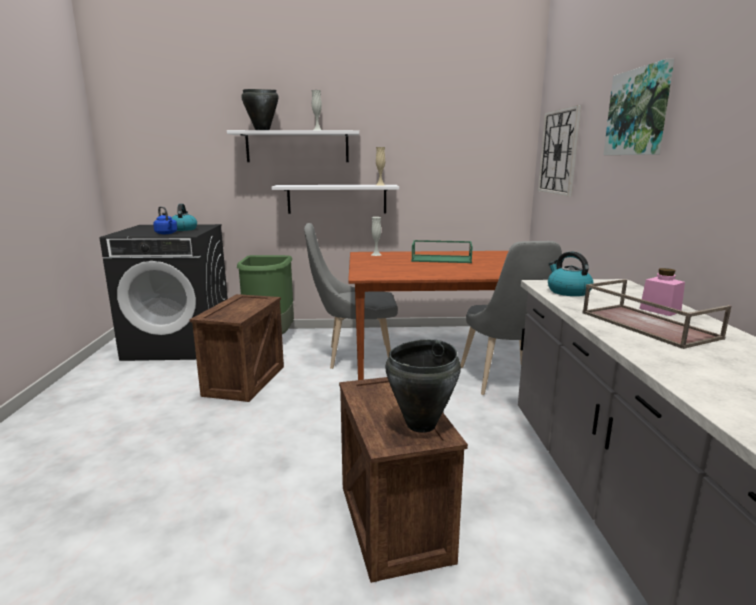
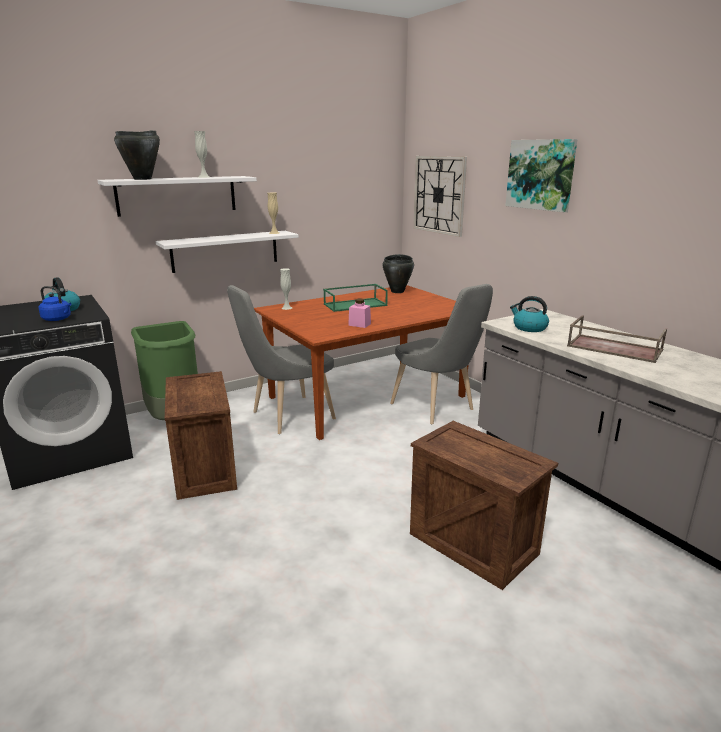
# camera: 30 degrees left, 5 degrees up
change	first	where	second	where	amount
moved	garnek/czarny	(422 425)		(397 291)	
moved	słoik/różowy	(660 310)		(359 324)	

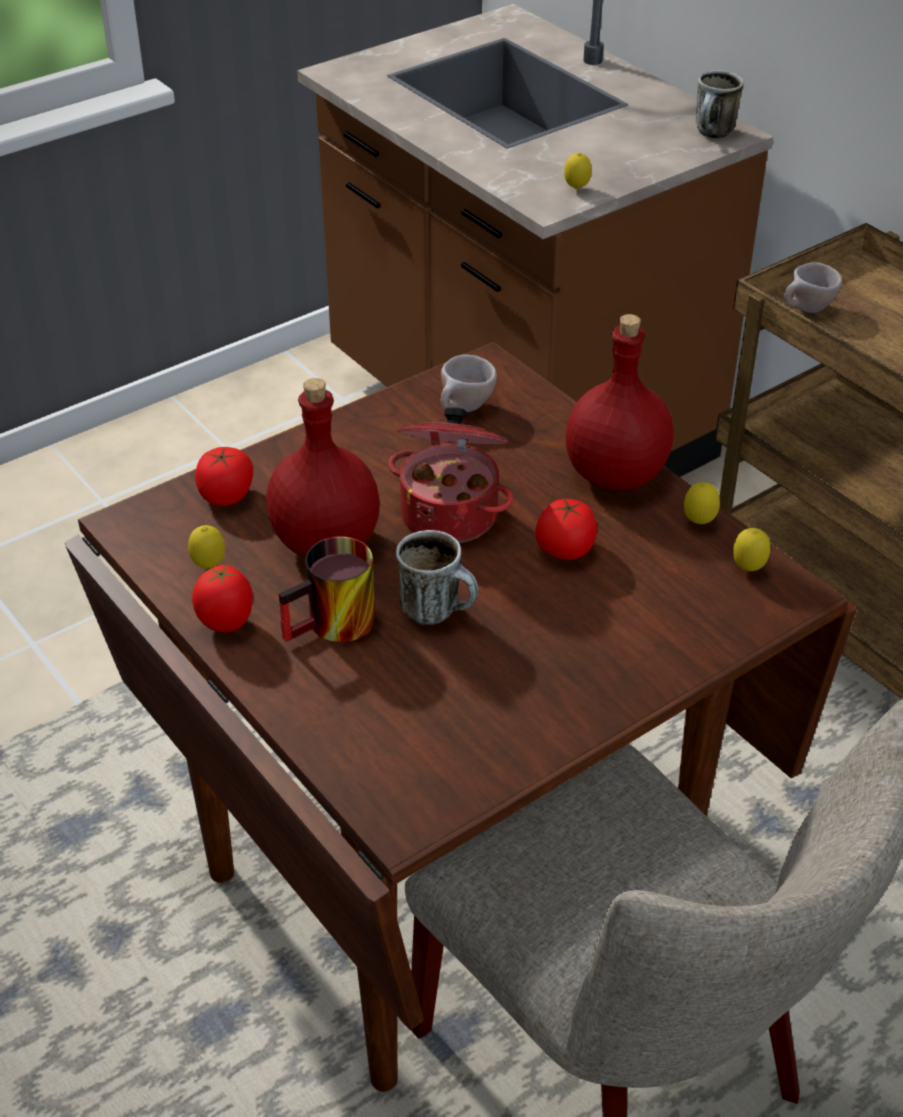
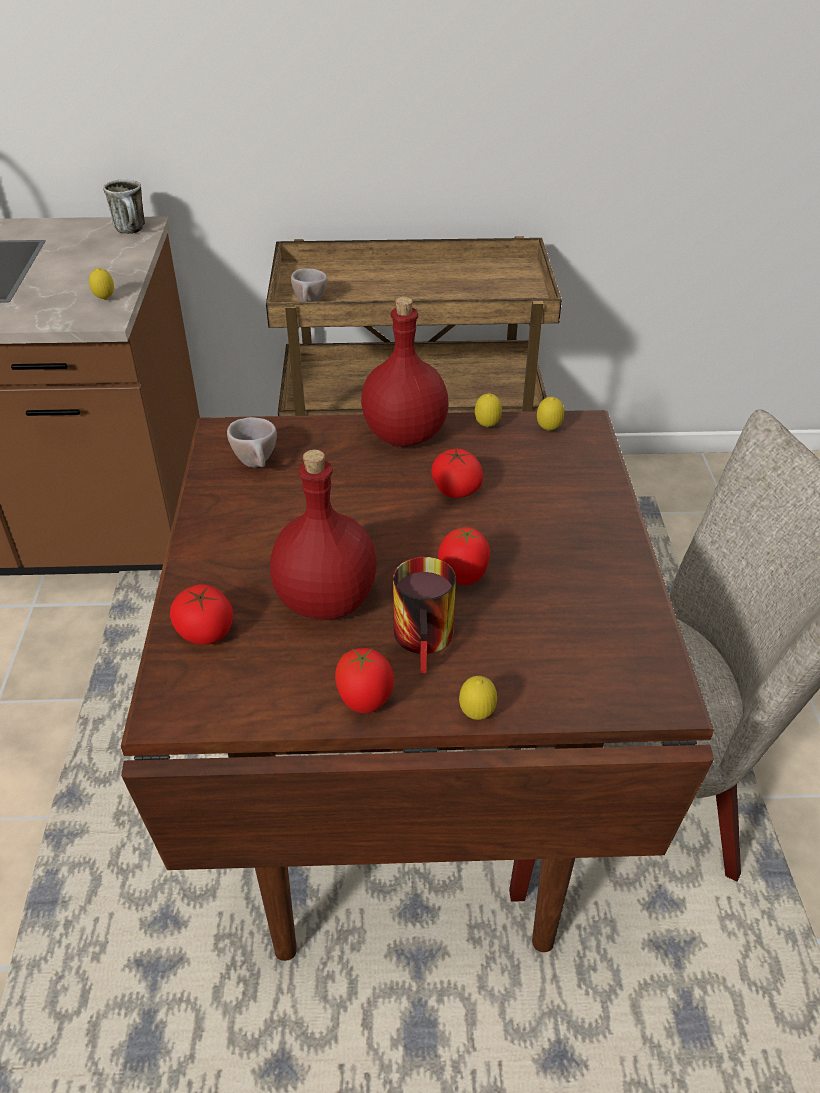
# camera: 55 degrees left, 0 degrees up
change	first	where	second	where	amount
moved	cytryna	(209 567)		(476 715)	
removed	garnek	(451 514)			
replaced	kubek	(439 612)	pomidor	(463 578)	

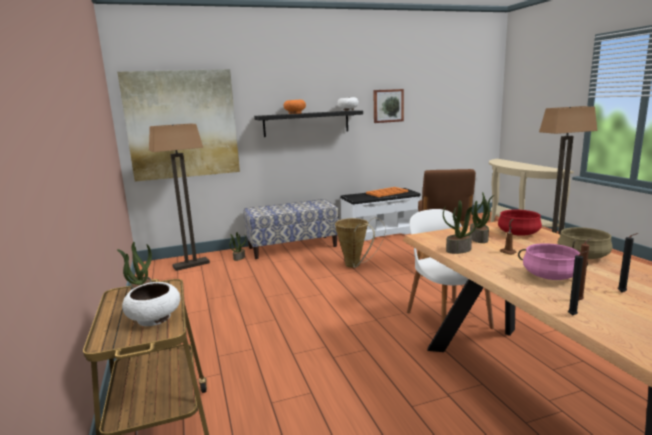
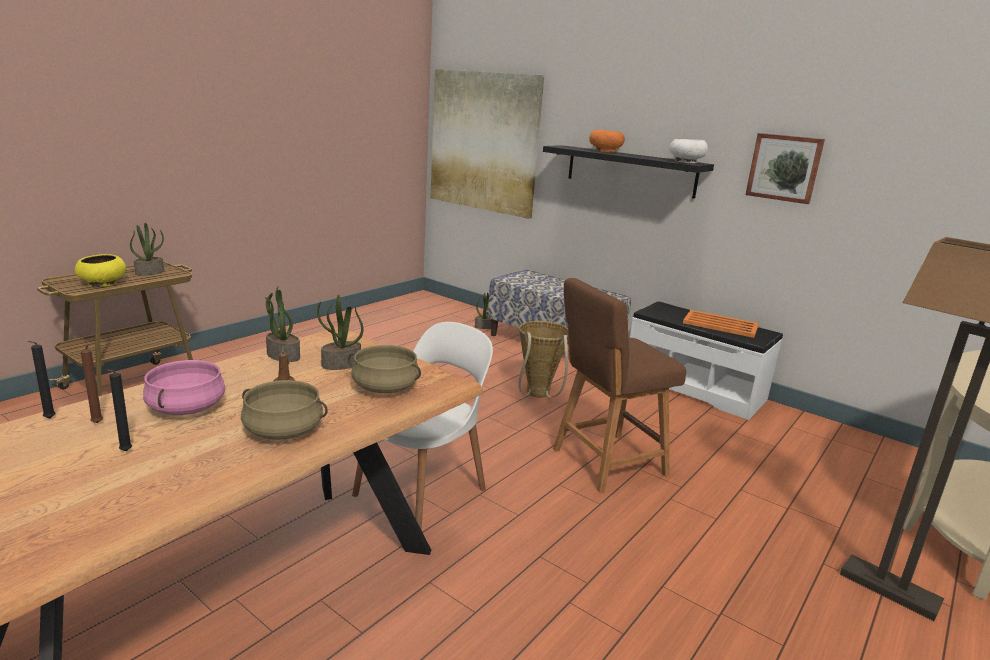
# camera: 55 degrees right, 5 degrees up
change	first	where	second	where	amount
recoloured	miska/biały	(155 319)	miska/żółty	(102 283)	
removed	lampa stojąca	(191 265)			
recoloured	garnek/czerwony	(518 234)	garnek/beżowy	(384 388)	

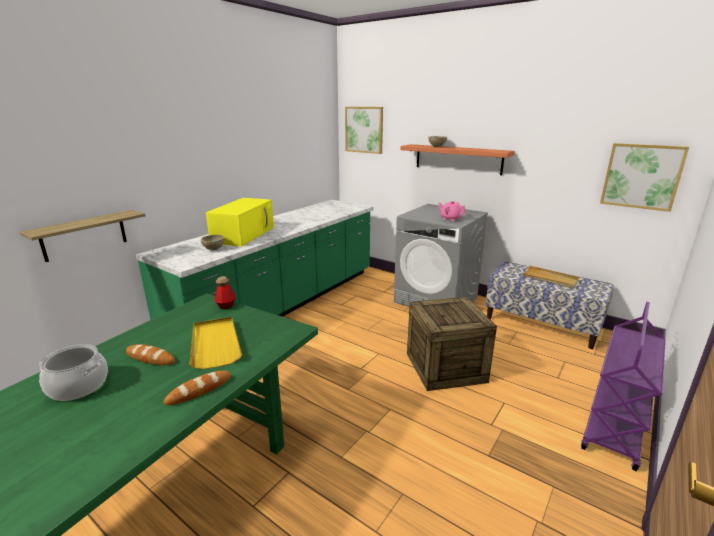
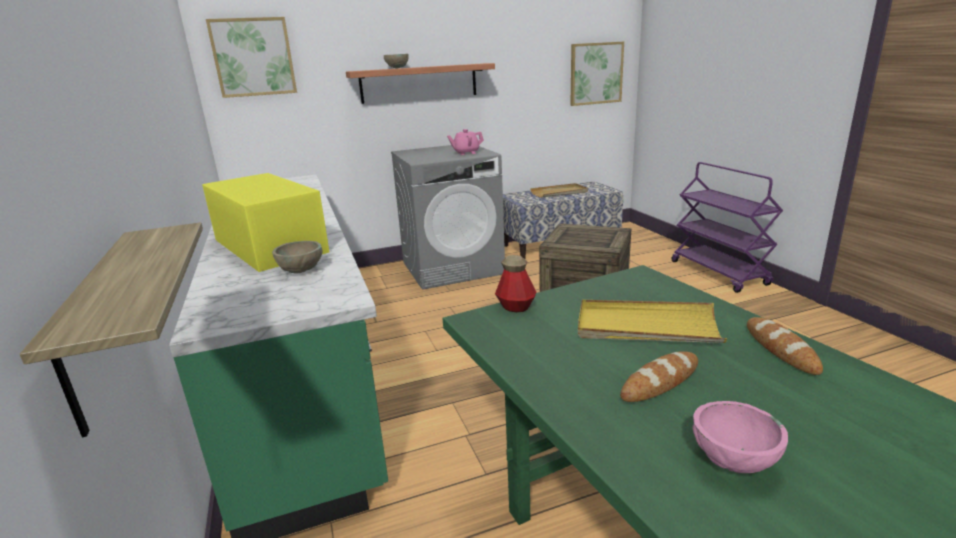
# camera: 55 degrees left, 0 degrees up
change	first	where	second	where	amount
replaced	garnek	(78 386)	miska/różowy	(734 462)	

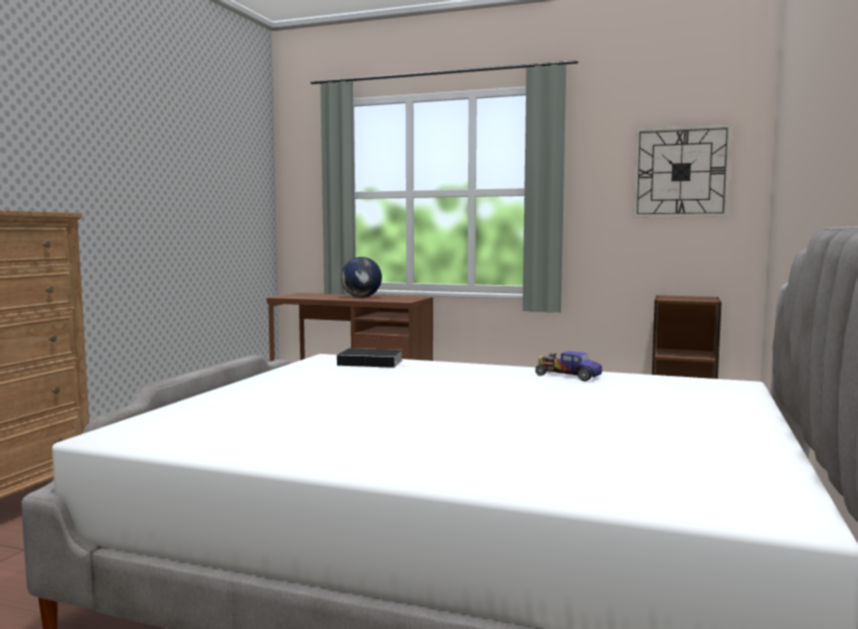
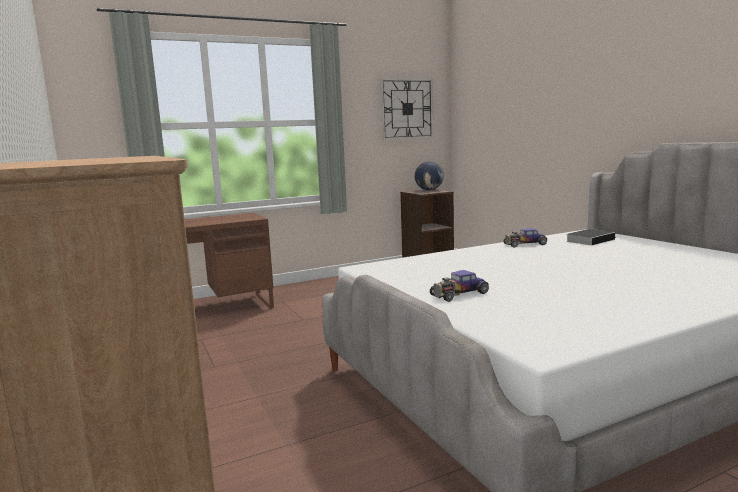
# camera: 45 degrees left, 5 degrees up
change	first	where	second	where	amount
moved	książka	(373 362)		(590 240)	
moved	globus	(361 297)		(429 190)	
added			samochodzik	(458 294)	

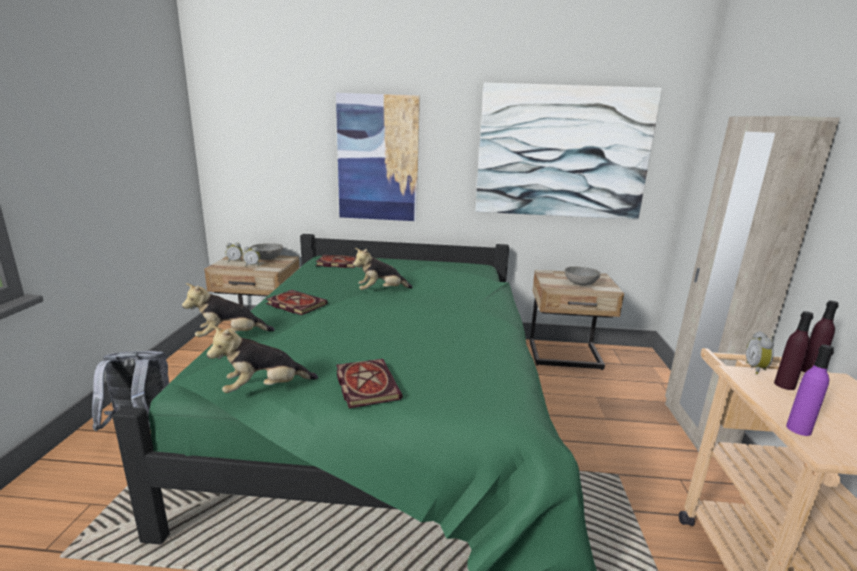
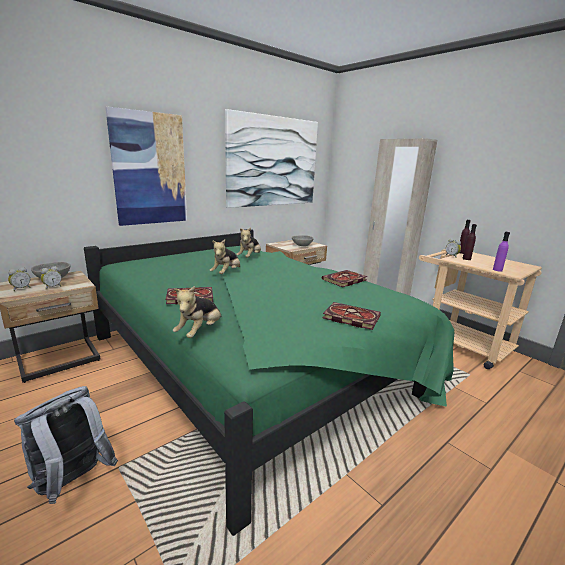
# camera: 45 degrees left, 0 degrees up
change	first	where	second	where	amount
moved	pluszak	(264 389)		(249 257)	
moved	książka	(337 263)		(344 280)	

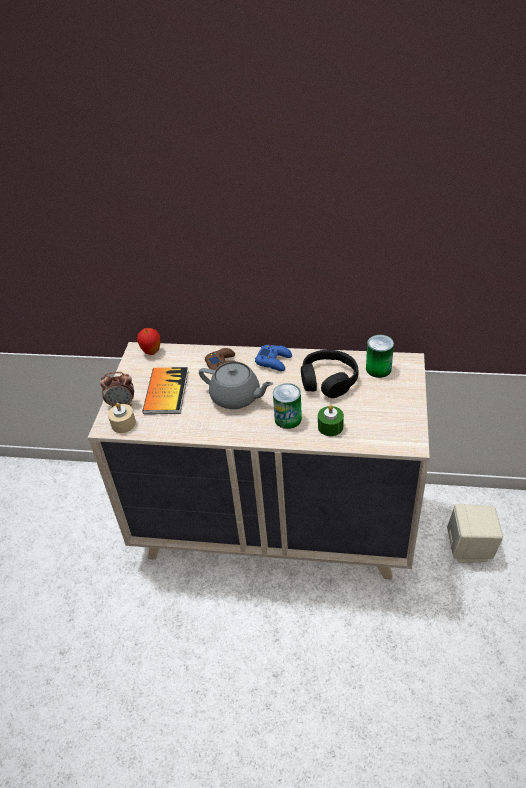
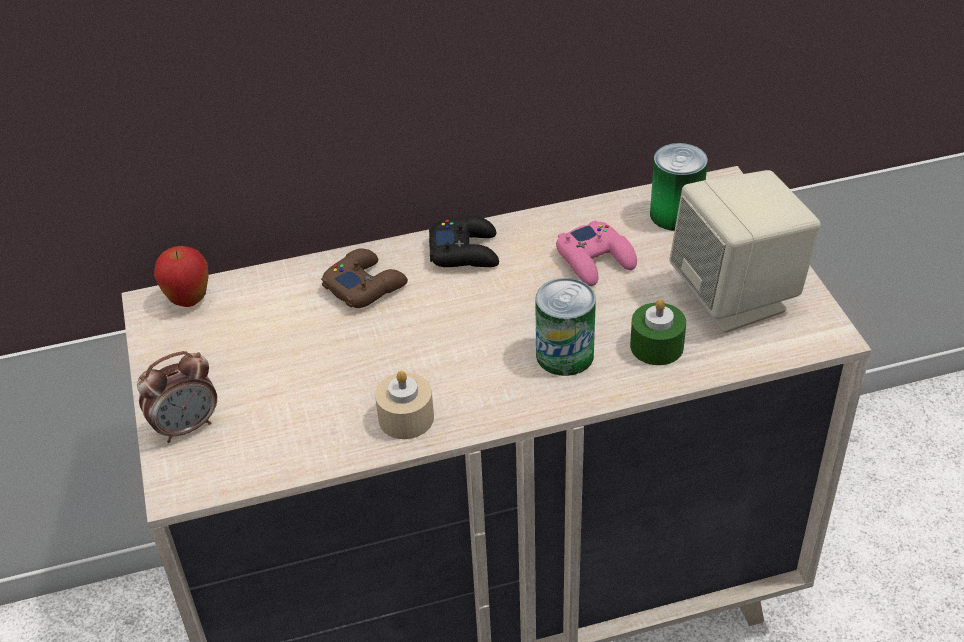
# camera: 25 degrees left, 0 degrees up
change	first	where	second	where	amount
moved	świeca/beżowy	(123 424)		(406 418)	
removed	książka	(166 392)			
removed	imbryk/szary	(236 397)			
recoloured	pad do gier/niebieski	(274 361)	pad do gier/czarny	(465 251)	
replaced	słuchawki/czarny	(328 380)	pad do gier/różowy	(596 260)	
moved	głośnik/beżowy	(470 548)		(736 297)	

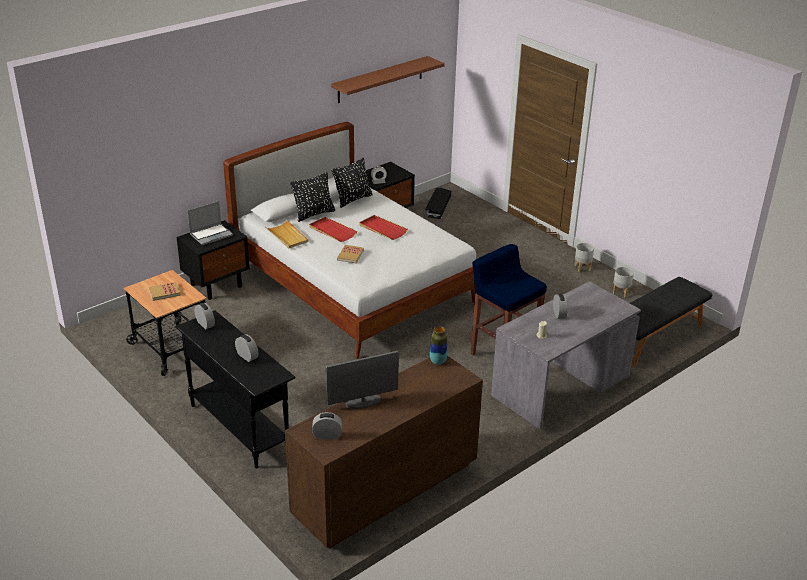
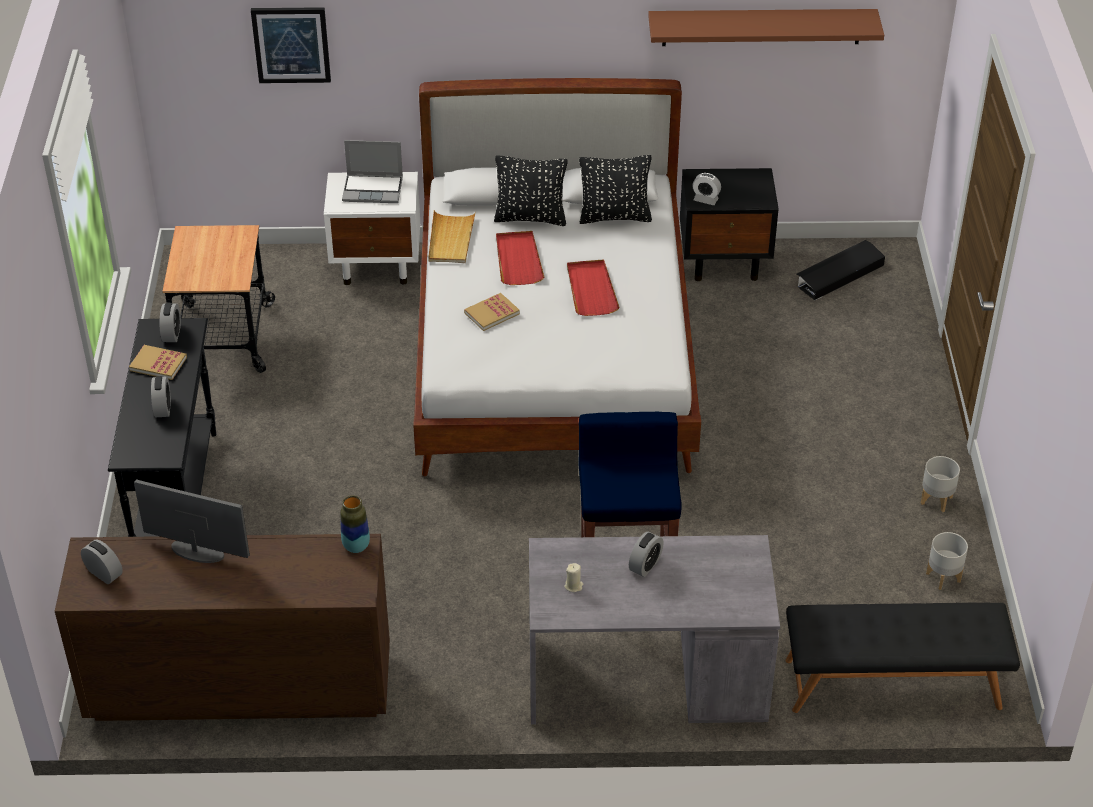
# camera: 40 degrees right, 10 degrees up
change	first	where	second	where	amount
moved	książka	(164 292)		(158 364)	
recoloured	szafka nocna/czarny	(217 285)	szafka nocna/biały	(378 265)	
added			obraz	(291 44)	

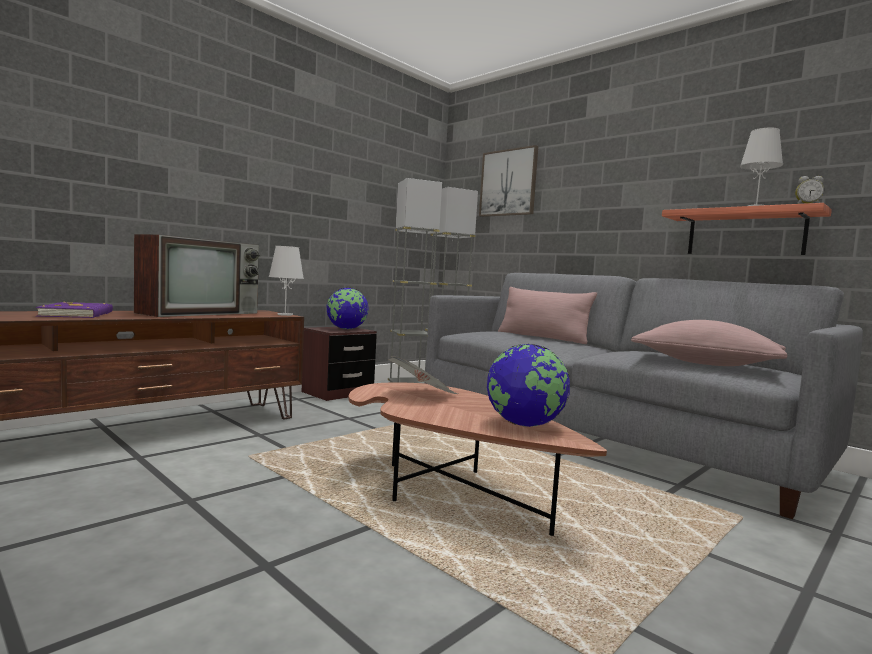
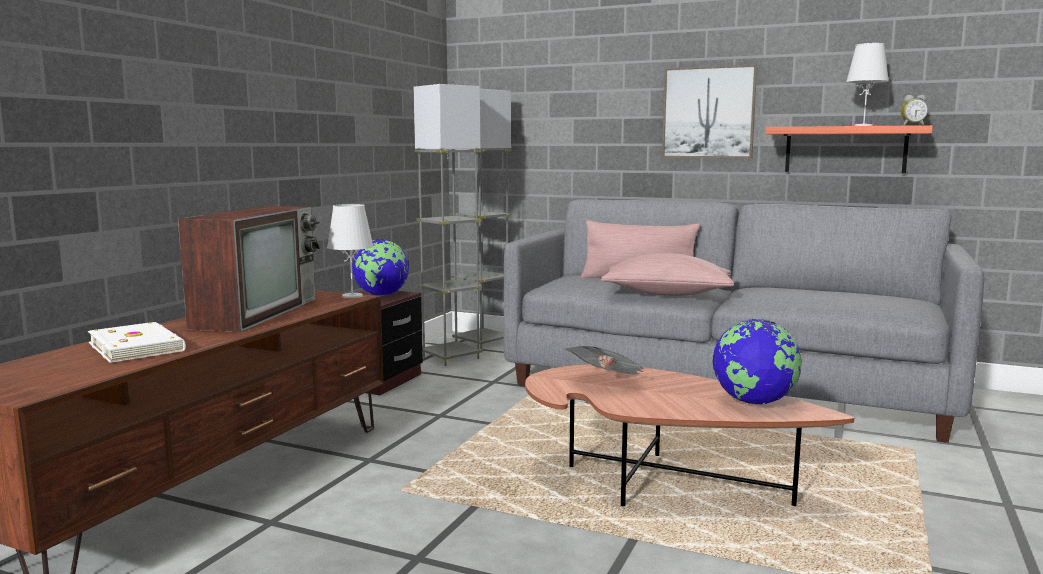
# camera: 20 degrees left, 5 degrees up
change	first	where	second	where	amount
recoloured	książka/fioletowy	(78 314)	książka/biały	(138 346)	
moved	obraz	(508 183)		(708 112)	
moved	poduszka/różowy	(705 363)		(667 294)	

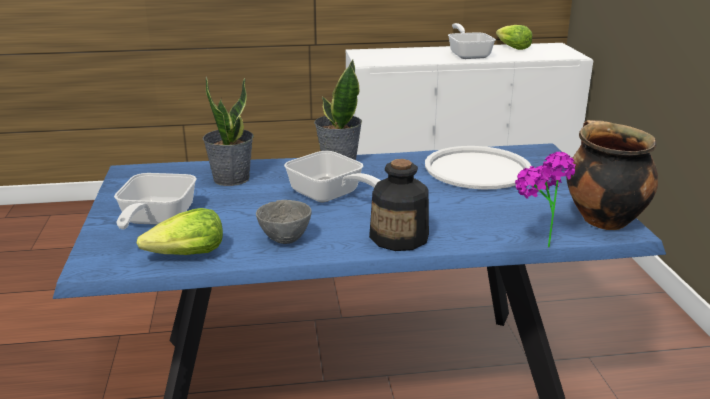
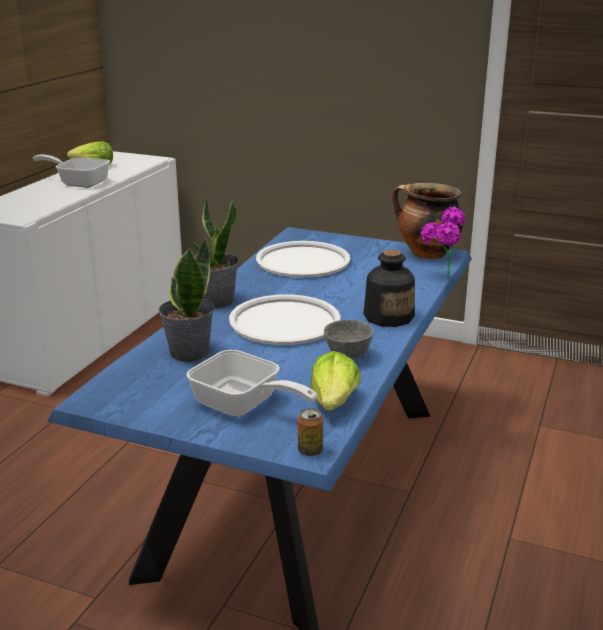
# camera: 60 degrees left, 0 degrees up
change	first	where	second	where	amount
replaced	patelnia	(330 196)	taca/biały	(285 321)	
added			puszka	(310 451)	

